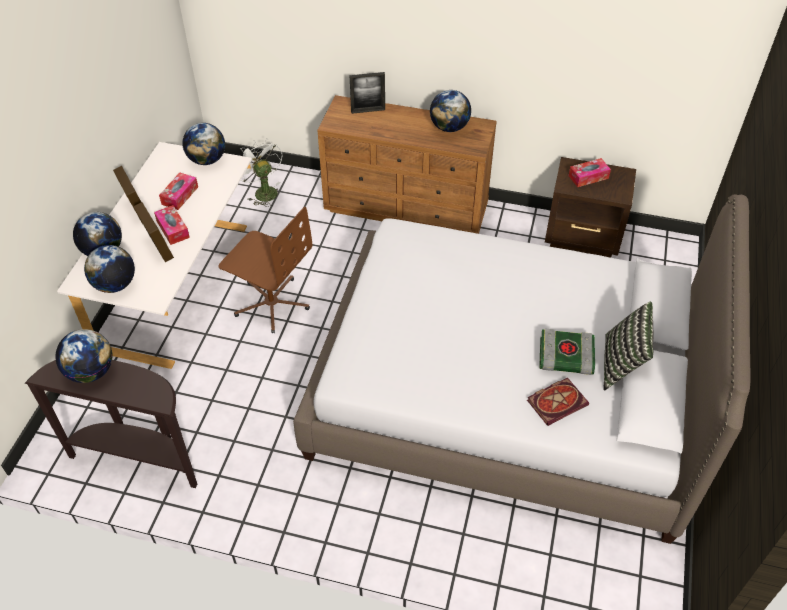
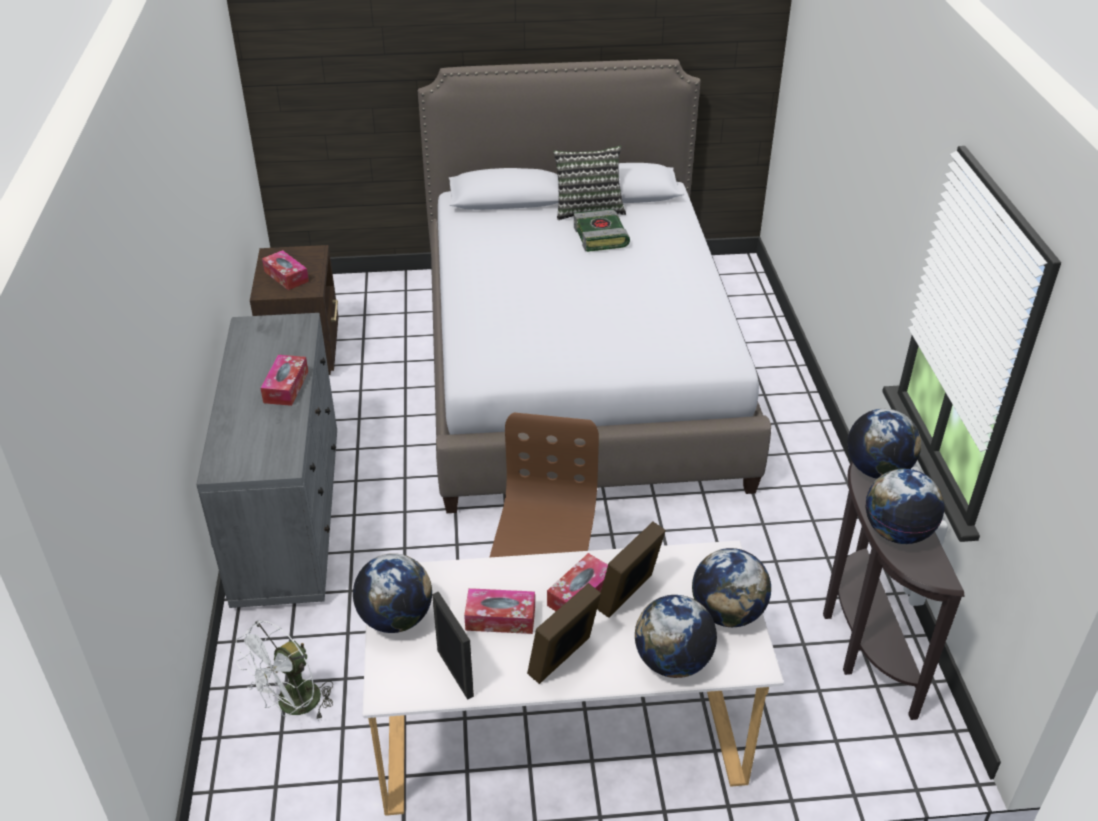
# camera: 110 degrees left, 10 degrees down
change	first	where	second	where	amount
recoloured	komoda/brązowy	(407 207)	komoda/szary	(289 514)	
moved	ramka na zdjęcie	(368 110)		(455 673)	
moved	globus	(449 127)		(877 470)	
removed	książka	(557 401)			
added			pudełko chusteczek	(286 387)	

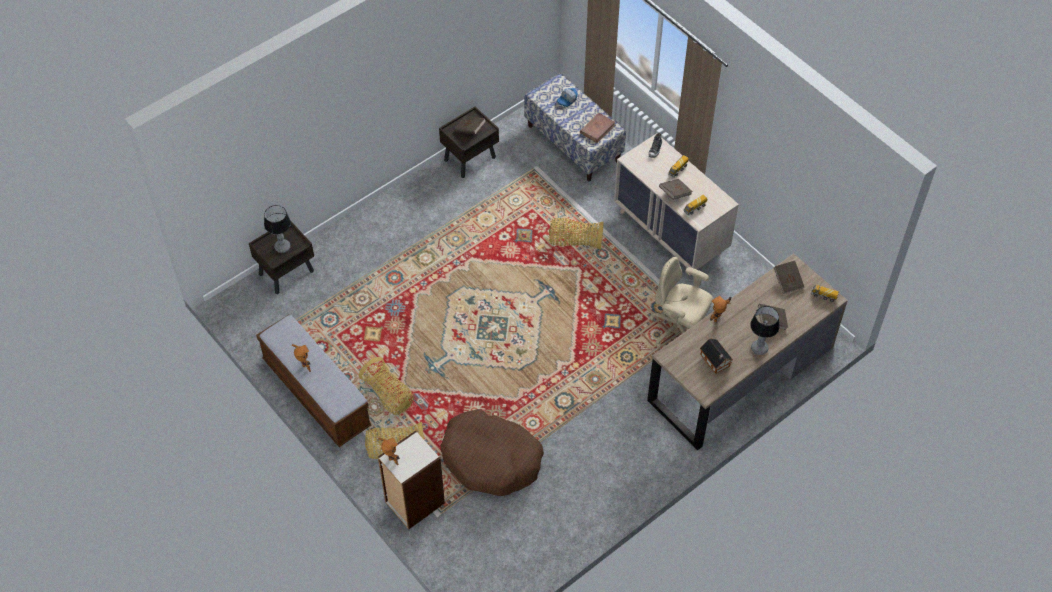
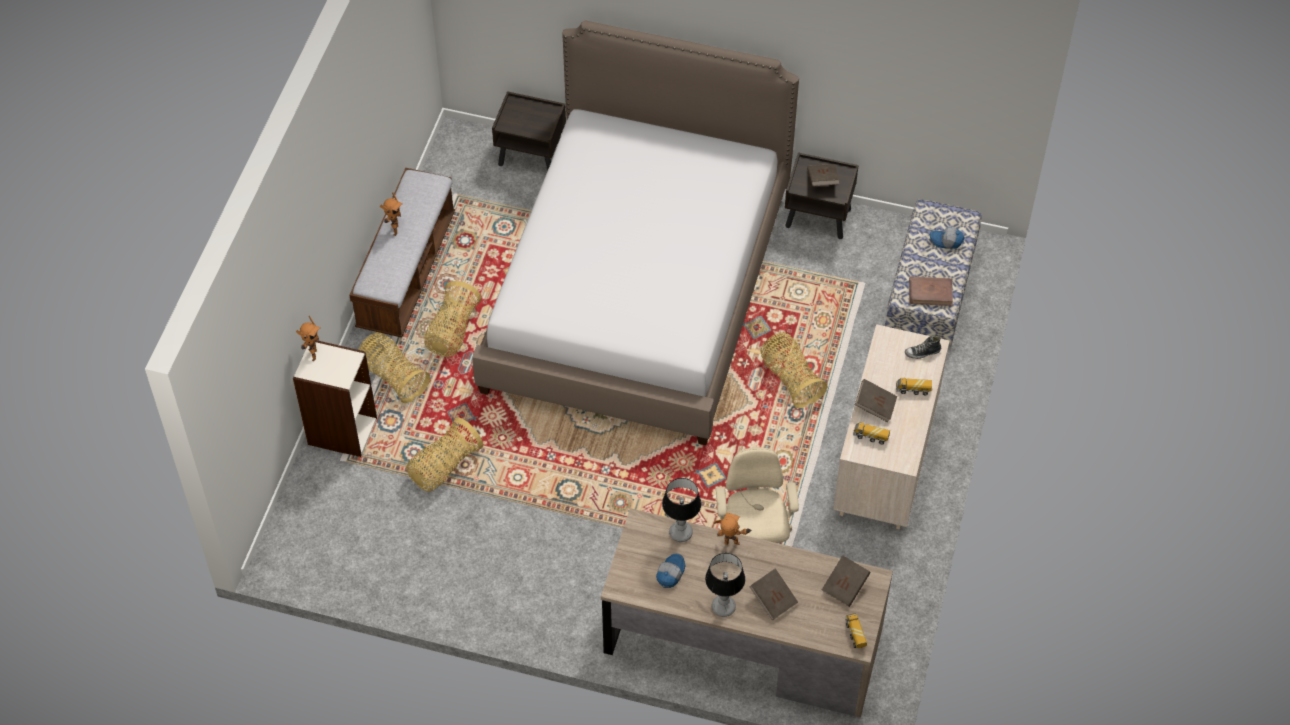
# camera: 55 degrees right, 0 degrees up
change	first	where	second	where	amount
moved	lampa stołowa	(282 247)		(681 532)	
replaced	legowisko/brązowy	(491 459)	koszyk	(444 467)	
replaced	domek	(715 361)	czapka z daszkiem	(670 573)	
added			łóżko	(637 291)	

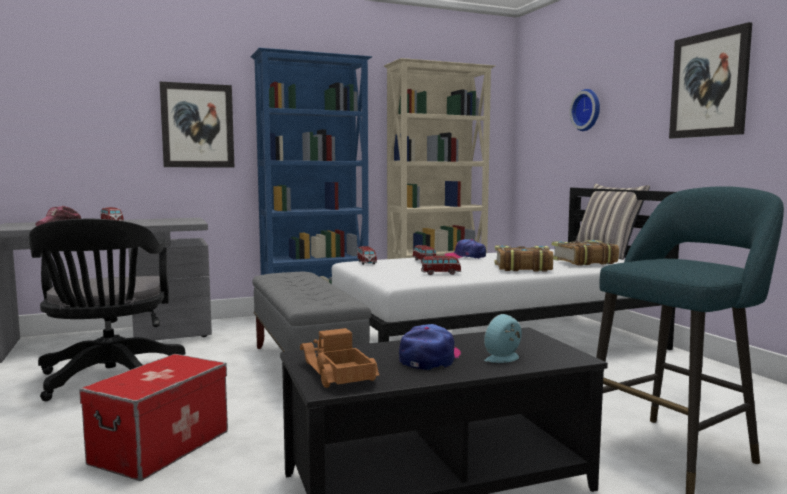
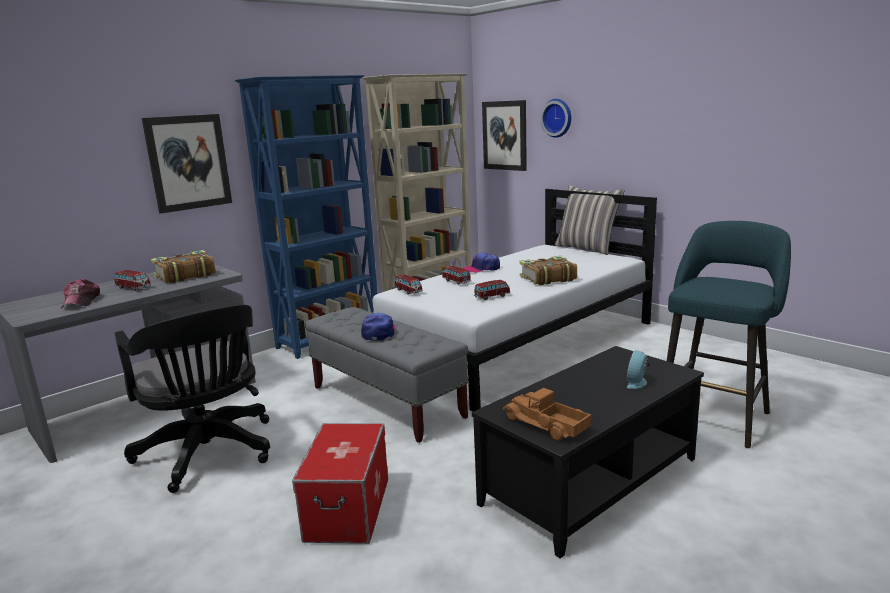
# camera: 20 degrees left, 10 degrees up
change	first	where	second	where	amount
moved	czapka z daszkiem	(430 358)		(379 332)	
moved	książka	(583 261)		(184 275)	
moved	obraz	(709 85)		(505 135)	

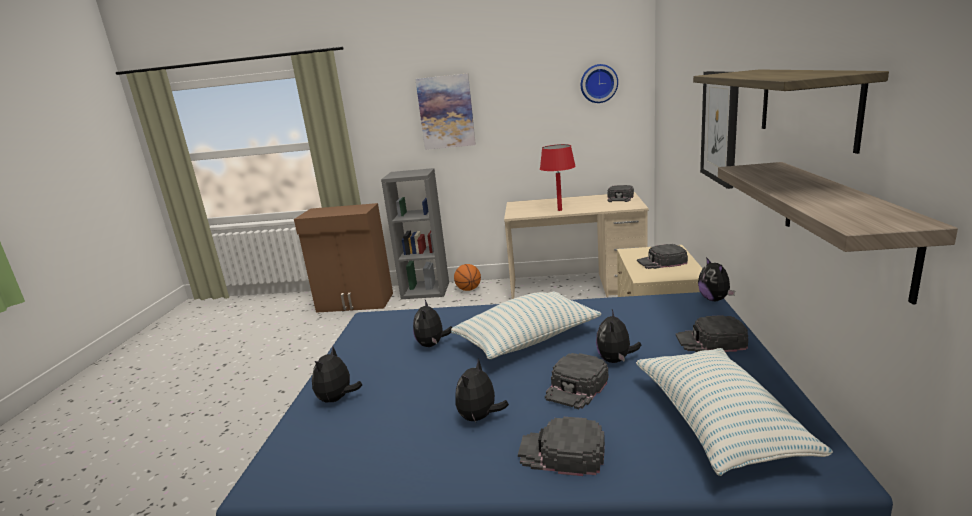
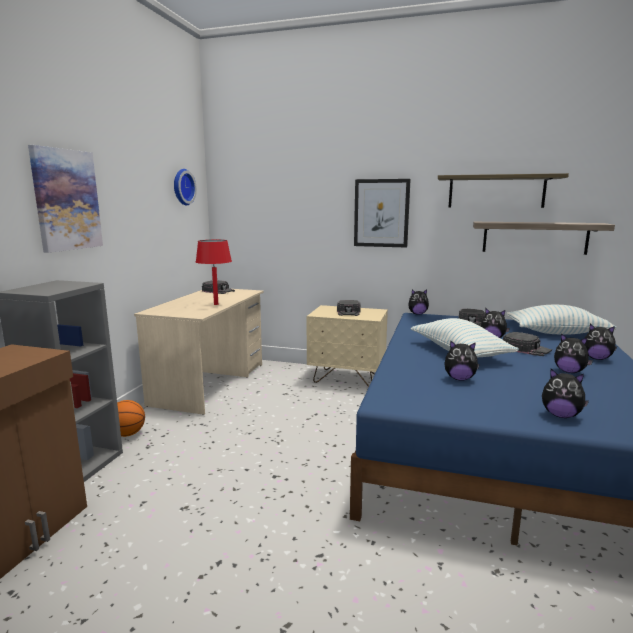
# camera: 80 degrees left, 5 degrees down
change	first	where	second	where	amount
replaced	czapka z daszkiem/czarny	(562 453)	pluszak	(596 358)	

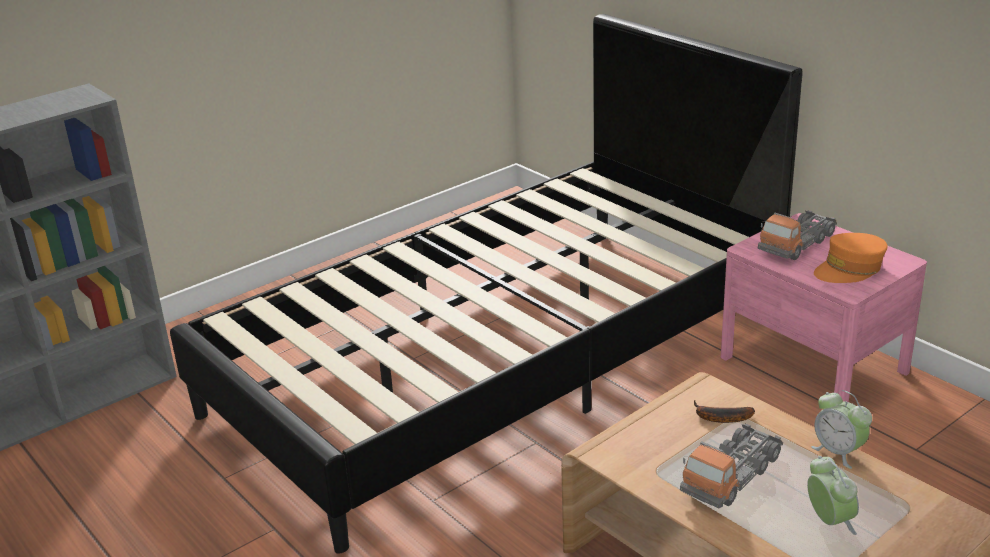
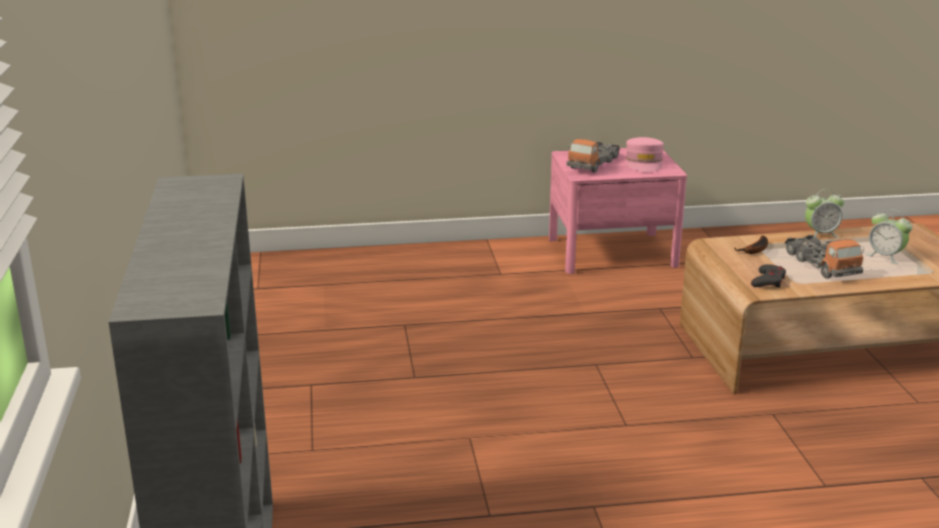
# camera: 60 degrees left, 5 degrees down
change	first	where	second	where	amount
removed	łóżko/czarny	(500 361)			
turned	ciężarówka zabawkowa	(797 244)		(593 164)	45 degrees clockwise
turned	budzik	(829 521)		(885 256)	150 degrees counterclockwise
recoloured	czapka z daszkiem/pomarańczowy	(849 269)	czapka z daszkiem/różowy	(644 163)	
added			pad do gier/szary	(768 281)	

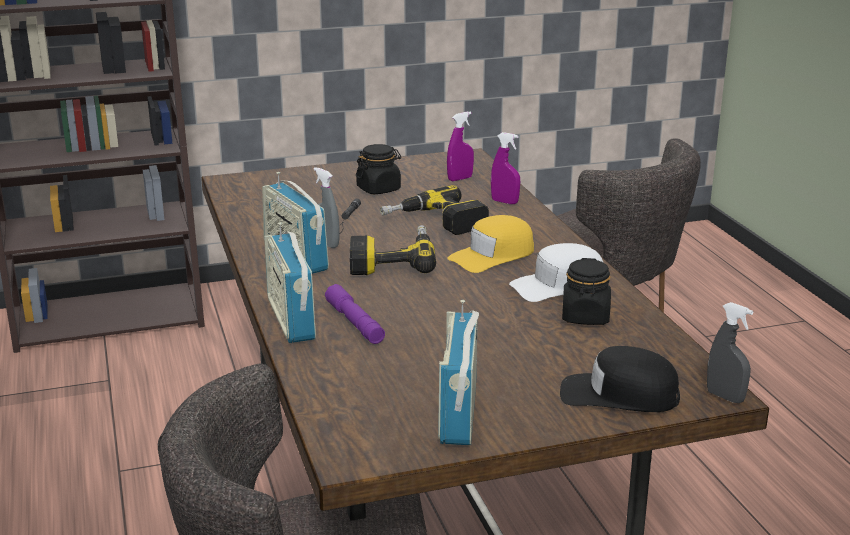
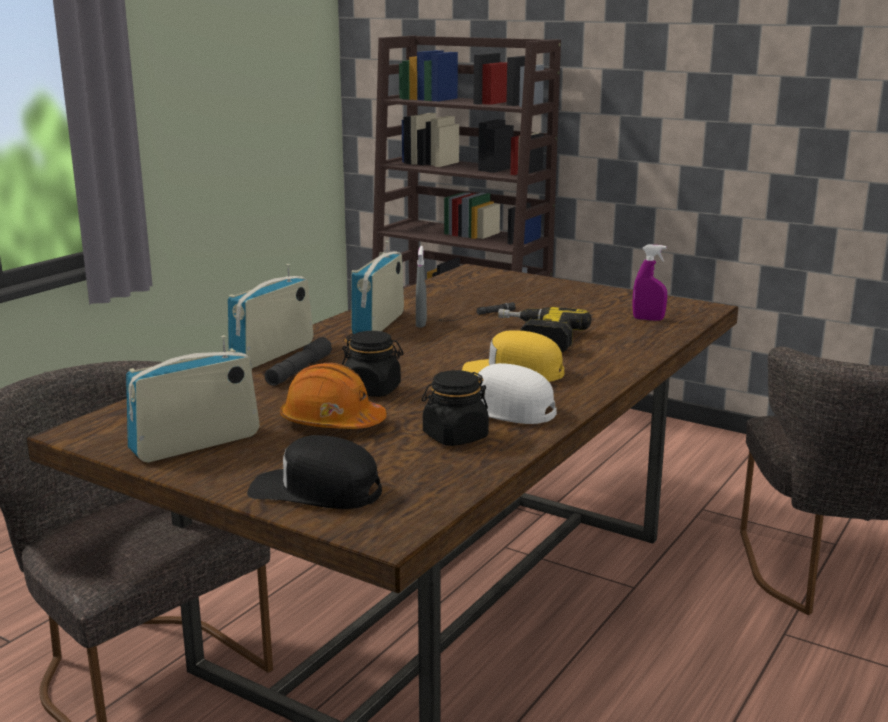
# camera: 50 degrees right, 5 degrees down
change	first	where	second	where	amount
recoloured	latarka/fioletowy	(355 323)	latarka/szary	(299 370)	
removed	wiertarka	(392 260)			
moved	słoik/czarny	(379 189)		(372 390)	
removed	spryskiwacz/fioletowy	(504 202)			
turned	czapka z daszkiem/czarny	(619 395)		(316 491)	45 degrees counterclockwise
removed	spryskiwacz/szary	(725 397)			
added			kask/pomarańczowy	(332 422)	

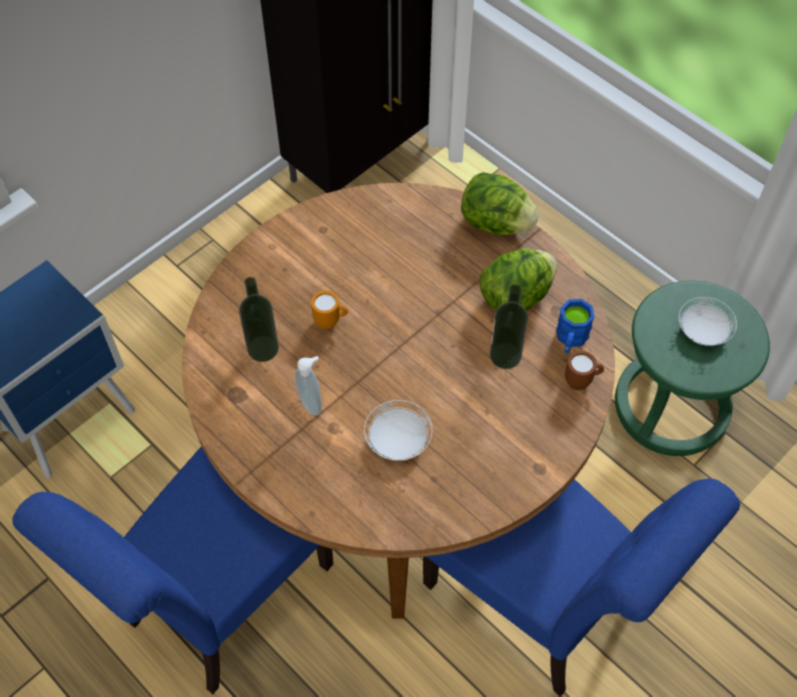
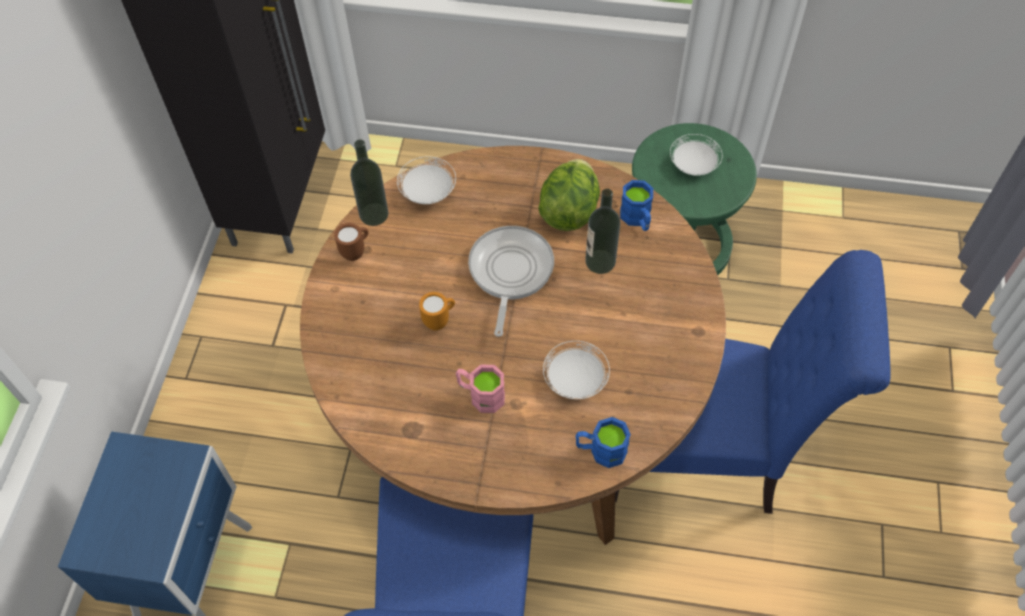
# camera: 35 degrees left, 0 degrees up
change	first	where	second	where	amount
moved	butelka	(263 348)		(374 214)	
replaced	dozownik mydła	(312 402)	kubek/różowy	(481 395)	
removed	sałata	(495 223)			
moved	kubek/brązowy	(581 381)		(356 251)	
added			talerz/biały	(428 191)	
added			patelnia	(509 272)	
added			kubek/niebieski	(600 450)	

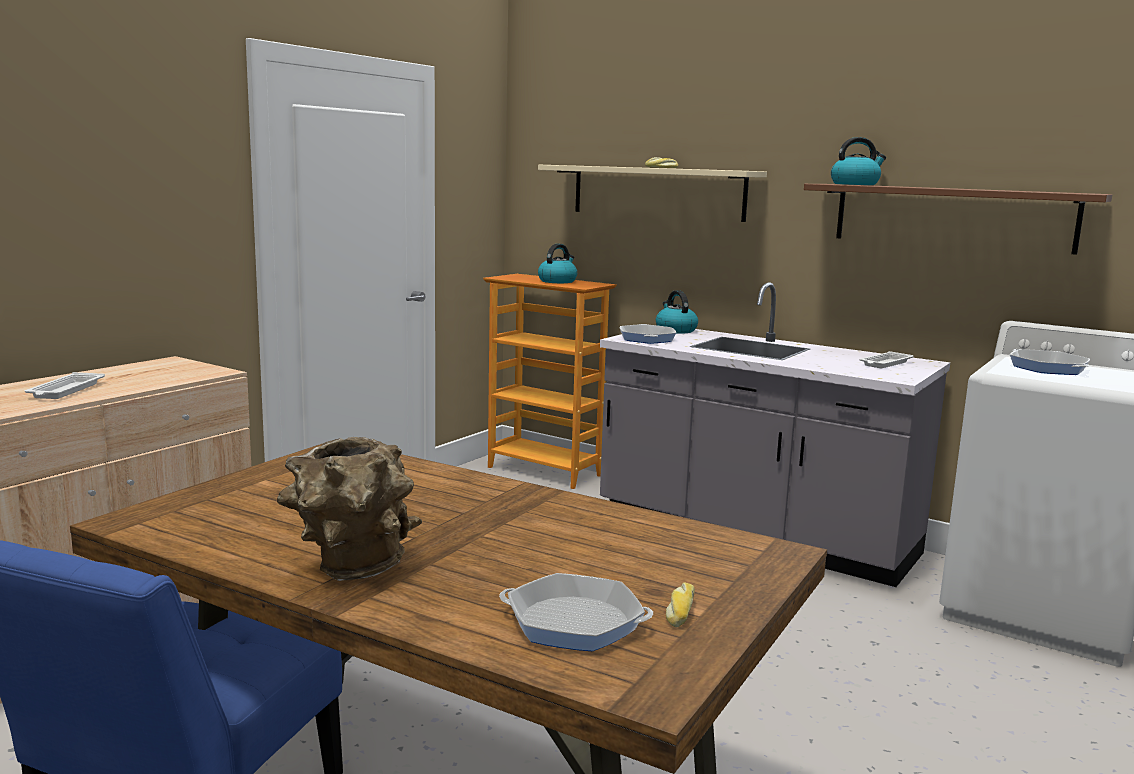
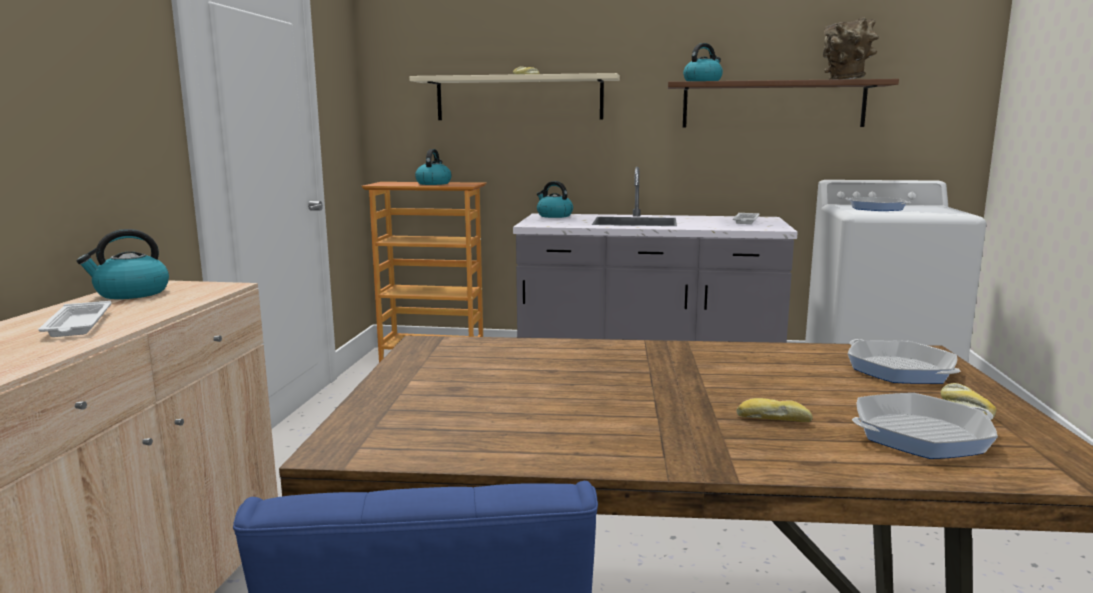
# camera: 25 degrees left, 0 degrees up
change	first	where	second	where	amount
moved	wazon/brązowy	(351 571)		(846 80)	
moved	patelnia	(647 338)		(900 370)	
added			czajnik	(131 293)	
added			chleb	(773 419)	

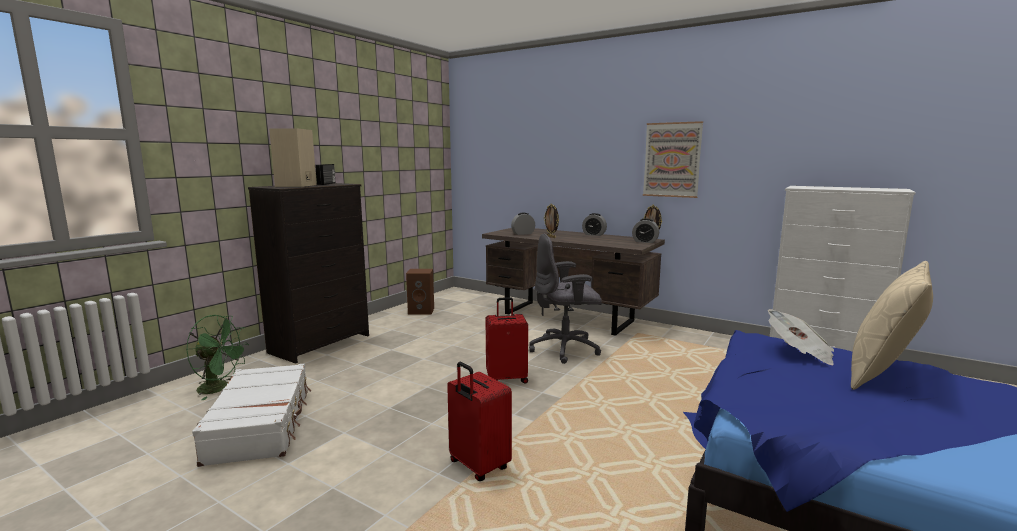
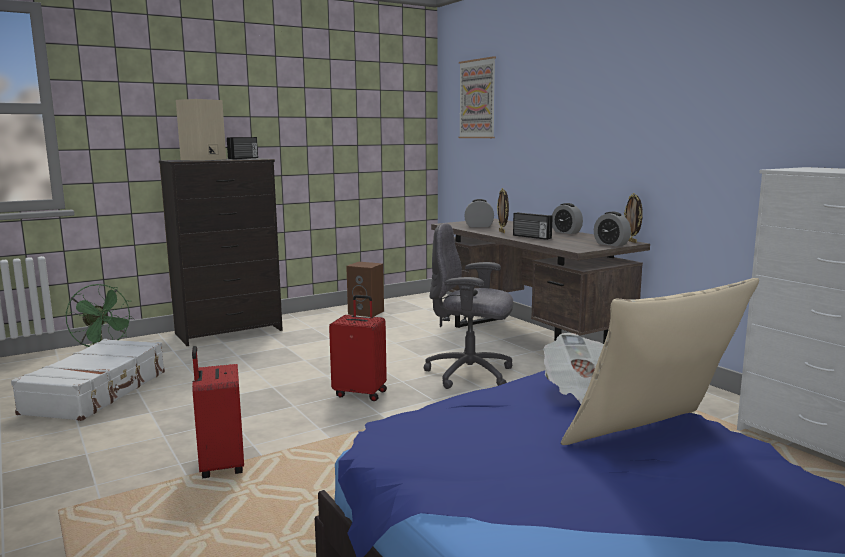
# camera: 25 degrees right, 0 degrees up
change	first	where	second	where	amount
moved	obraz	(672 160)		(477 99)	
added			radio	(531 237)	

